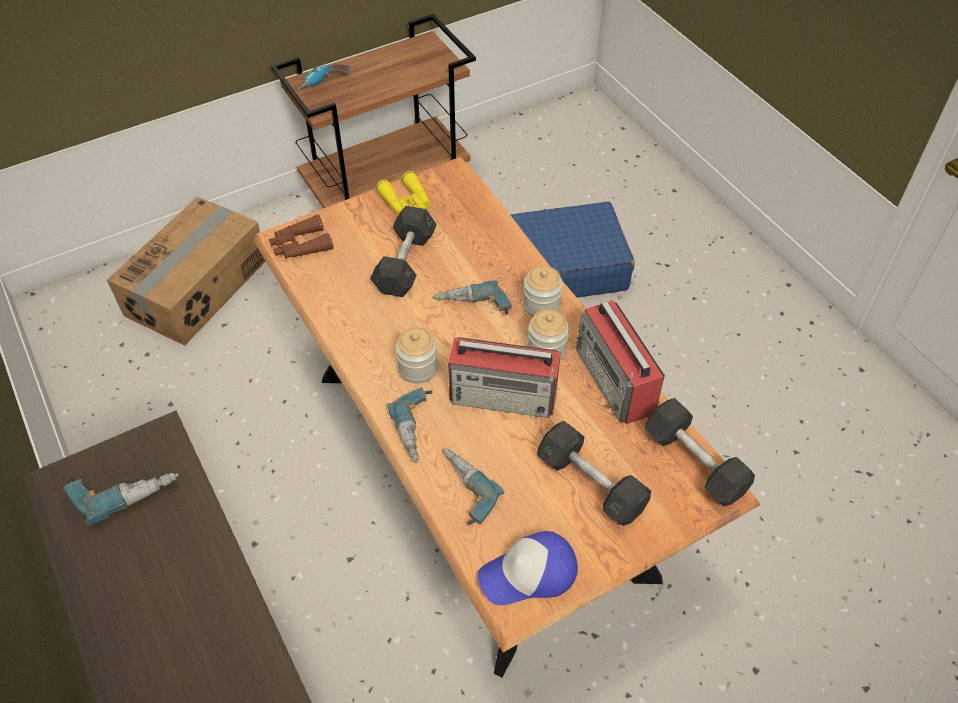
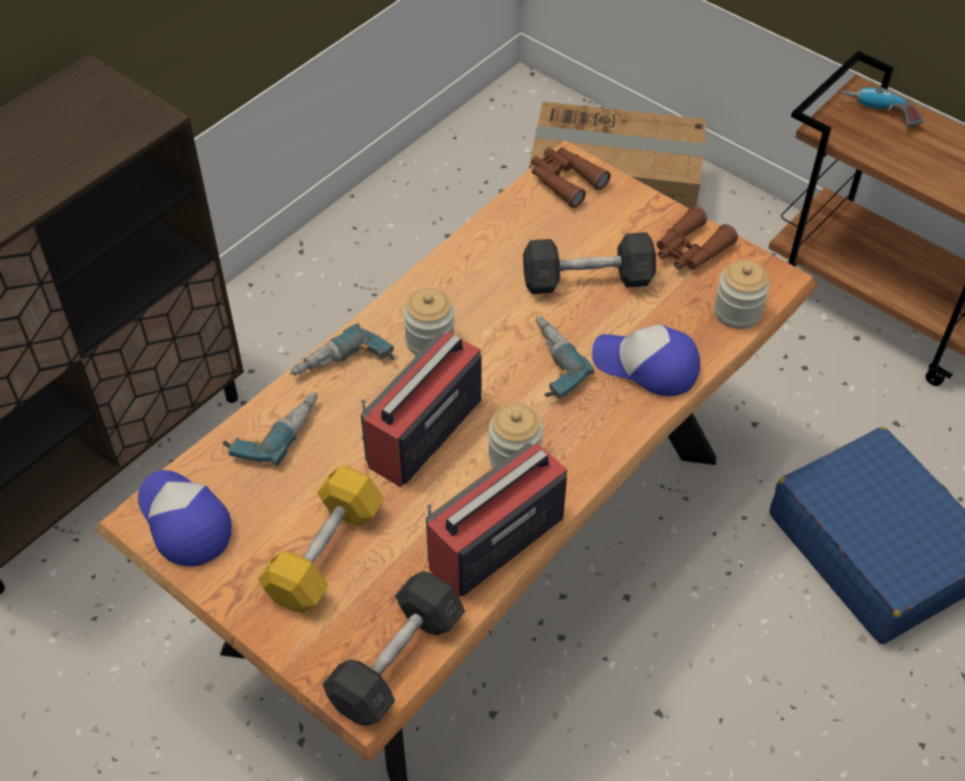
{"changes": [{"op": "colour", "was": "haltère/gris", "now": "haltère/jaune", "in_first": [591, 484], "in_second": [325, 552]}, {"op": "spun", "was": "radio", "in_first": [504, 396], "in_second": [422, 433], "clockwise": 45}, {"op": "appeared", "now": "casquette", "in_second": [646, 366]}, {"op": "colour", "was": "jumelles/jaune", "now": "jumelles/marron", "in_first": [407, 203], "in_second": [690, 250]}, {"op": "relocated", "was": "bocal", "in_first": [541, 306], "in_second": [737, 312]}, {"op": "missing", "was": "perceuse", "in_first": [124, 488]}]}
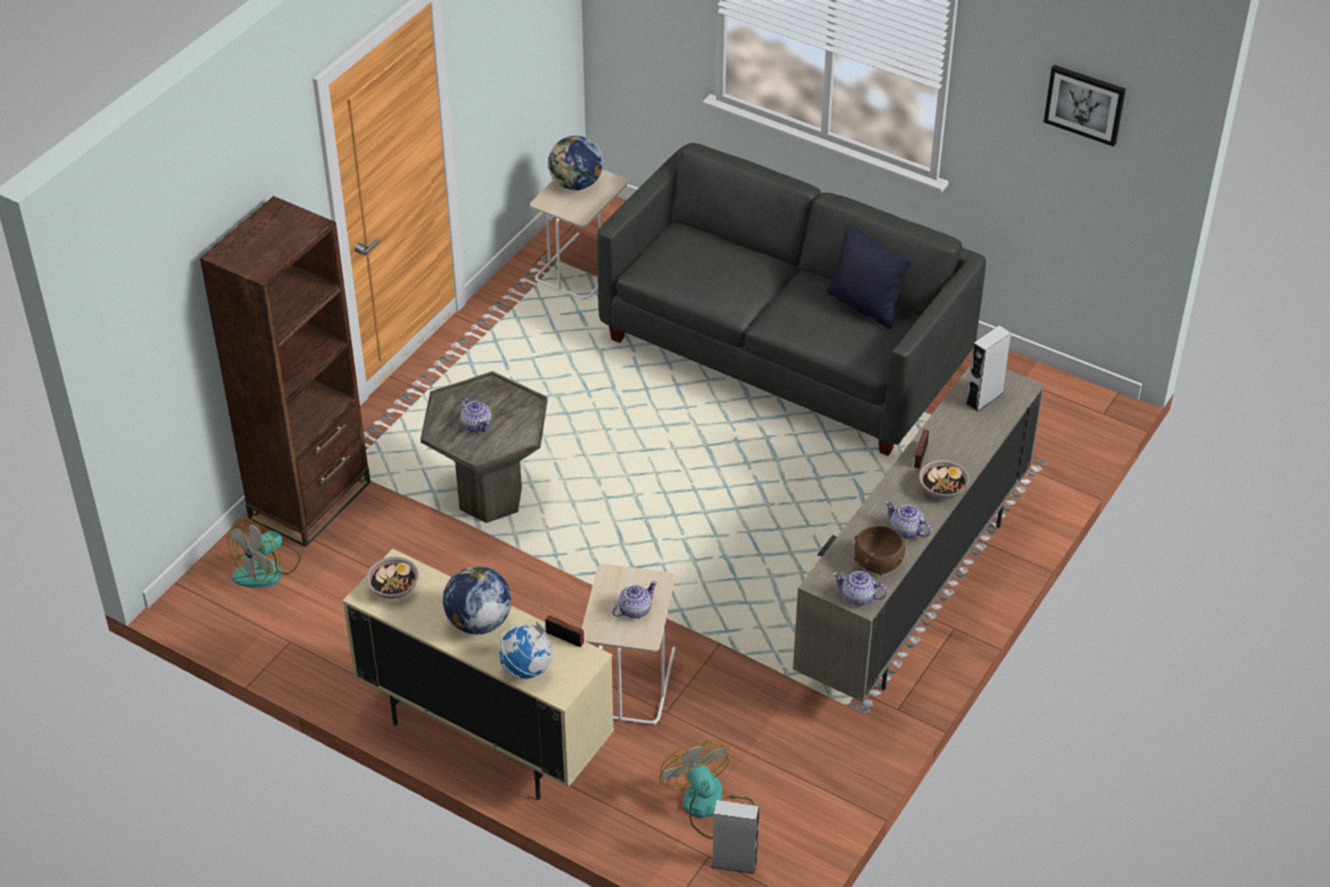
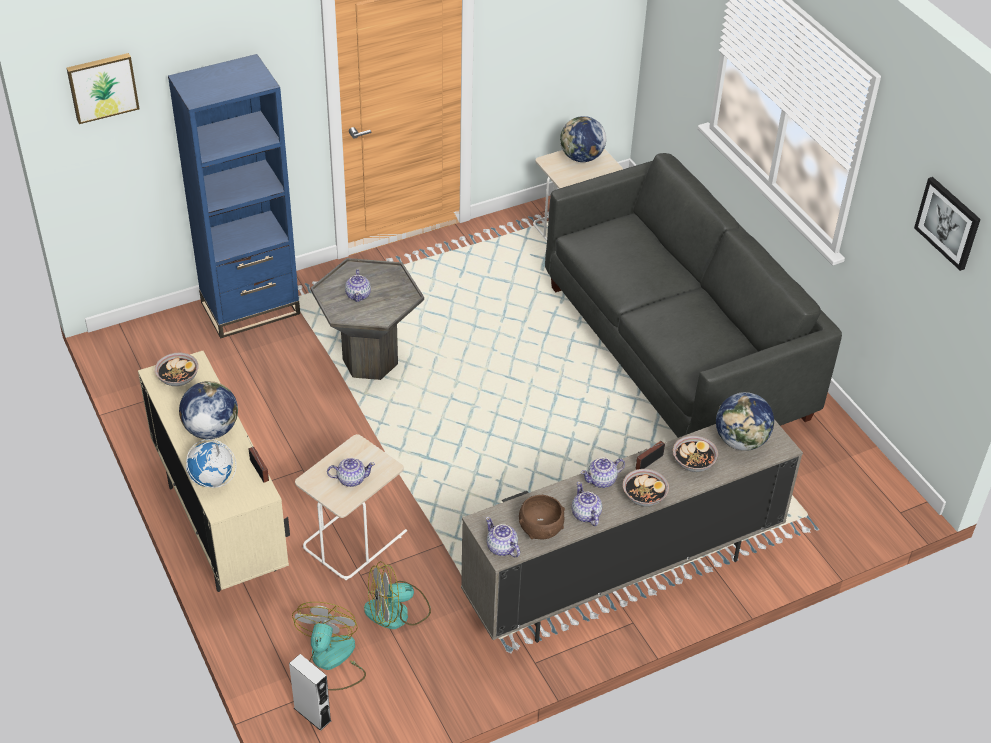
{"changes": [{"op": "appeared", "now": "tableau", "in_second": [102, 86]}, {"op": "colour", "was": "bibliothèque/marron", "now": "bibliothèque/bleu", "in_first": [310, 500], "in_second": [250, 308]}, {"op": "relocated", "was": "ventilateur", "in_first": [267, 569], "in_second": [397, 611]}, {"op": "appeared", "now": "théière", "in_second": [602, 480]}, {"op": "appeared", "now": "bol", "in_second": [693, 462]}, {"op": "exchanged", "was": "enceinte/gris", "now": "globe", "in_first": [984, 398], "in_second": [741, 441]}, {"op": "missing", "was": "coussin/noir", "in_first": [865, 305]}]}
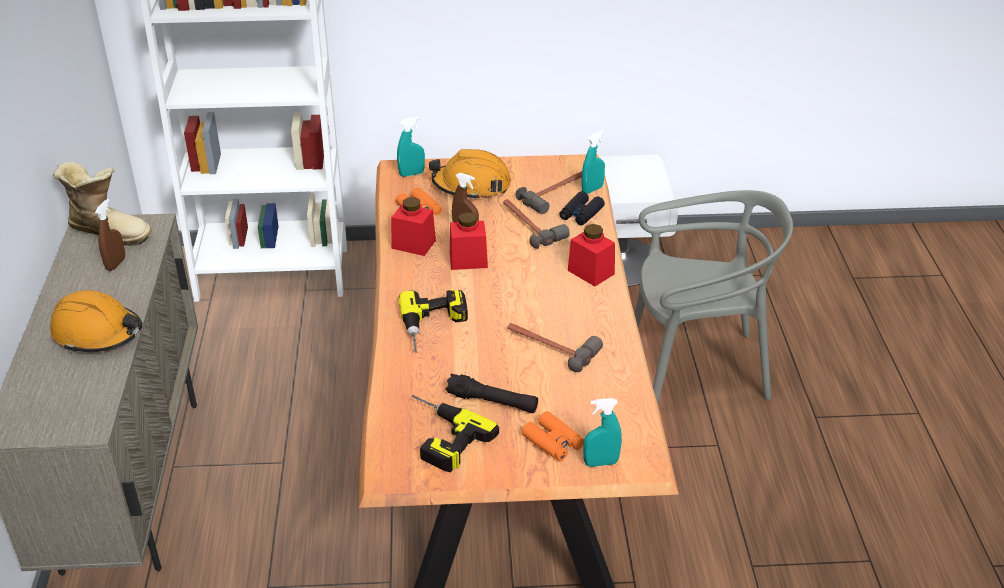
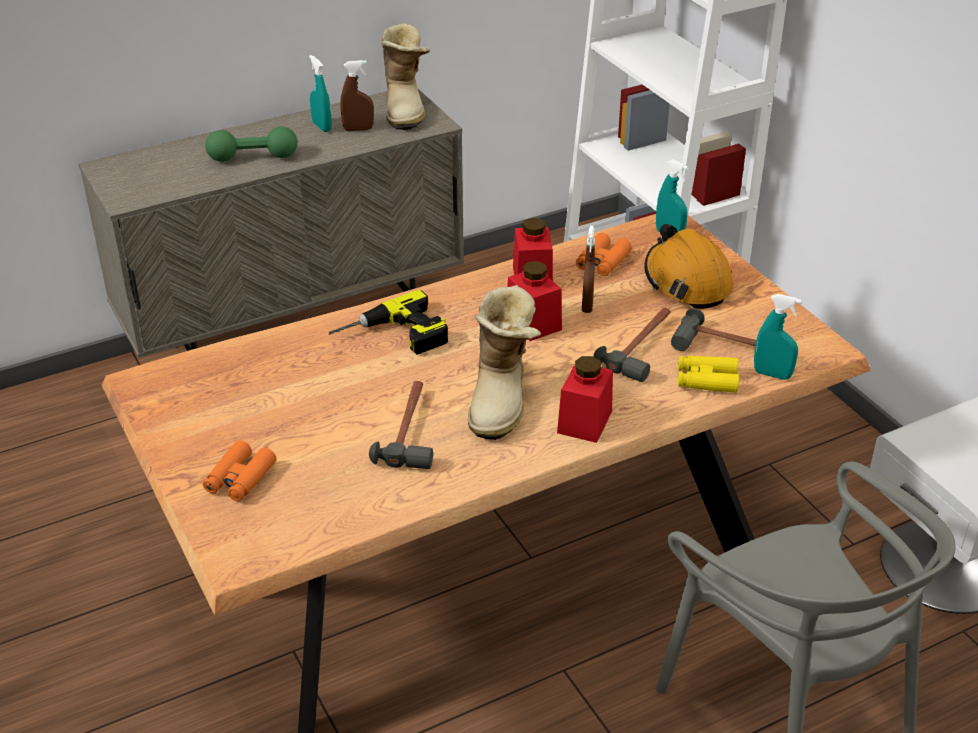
{"changes": [{"op": "exchanged", "was": "casque de chantier/orange", "now": "haltère/vert", "in_first": [98, 333], "in_second": [253, 157]}, {"op": "relocated", "was": "vaporisateur/turquoise", "in_first": [601, 463], "in_second": [322, 127]}, {"op": "appeared", "now": "botte", "in_second": [502, 399]}, {"op": "colour", "was": "jumelles/noir", "now": "jumelles/jaune", "in_first": [581, 214], "in_second": [706, 380]}, {"op": "missing", "was": "perceuse", "in_first": [438, 436]}, {"op": "missing", "was": "lampe de poche/noir", "in_first": [492, 402]}]}
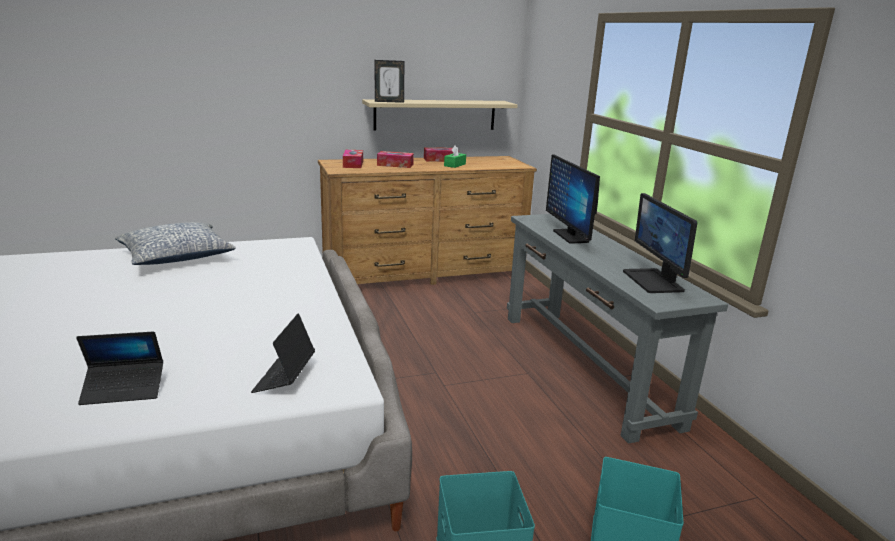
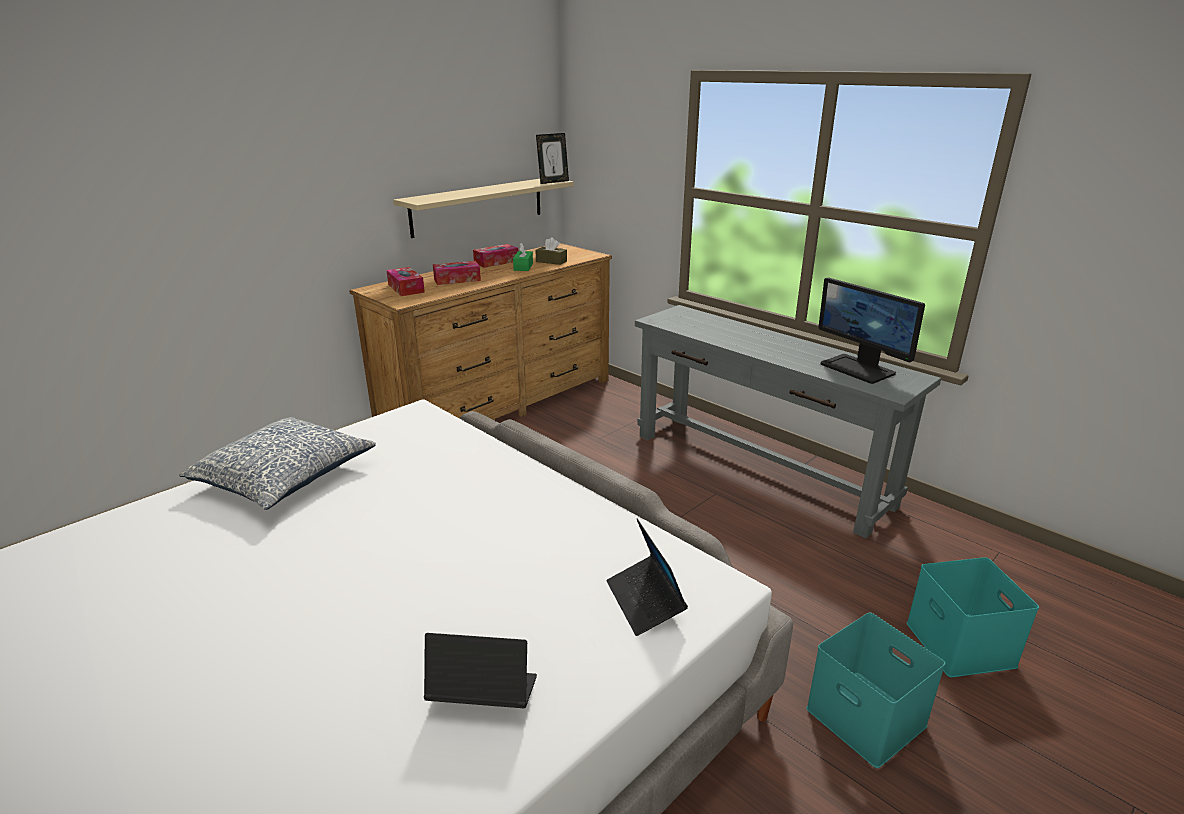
{"changes": [{"op": "spun", "was": "ordinateur portable", "in_first": [124, 389], "in_second": [483, 695], "clockwise": -135}, {"op": "appeared", "now": "boîte à mouchoirs/marron", "in_second": [551, 261]}, {"op": "relocated", "was": "cadre photo", "in_first": [389, 101], "in_second": [553, 182]}, {"op": "missing", "was": "écran d'ordinateur", "in_first": [570, 236]}]}
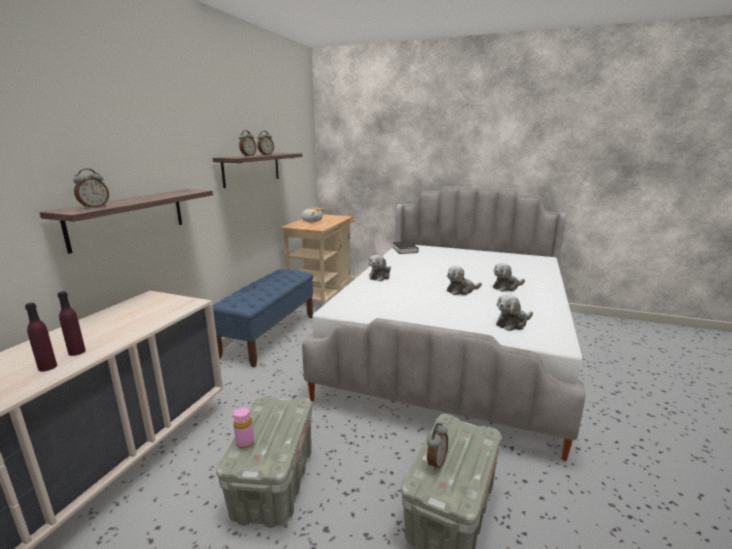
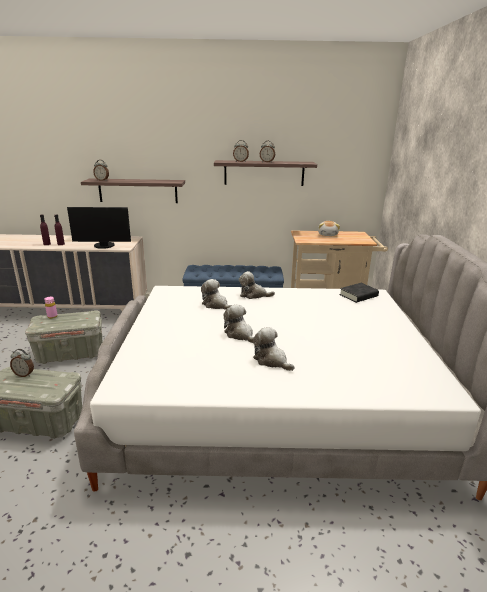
{"changes": [{"op": "appeared", "now": "écran d'ordinateur", "in_second": [103, 246]}, {"op": "relocated", "was": "peluche", "in_first": [512, 323], "in_second": [216, 305]}]}
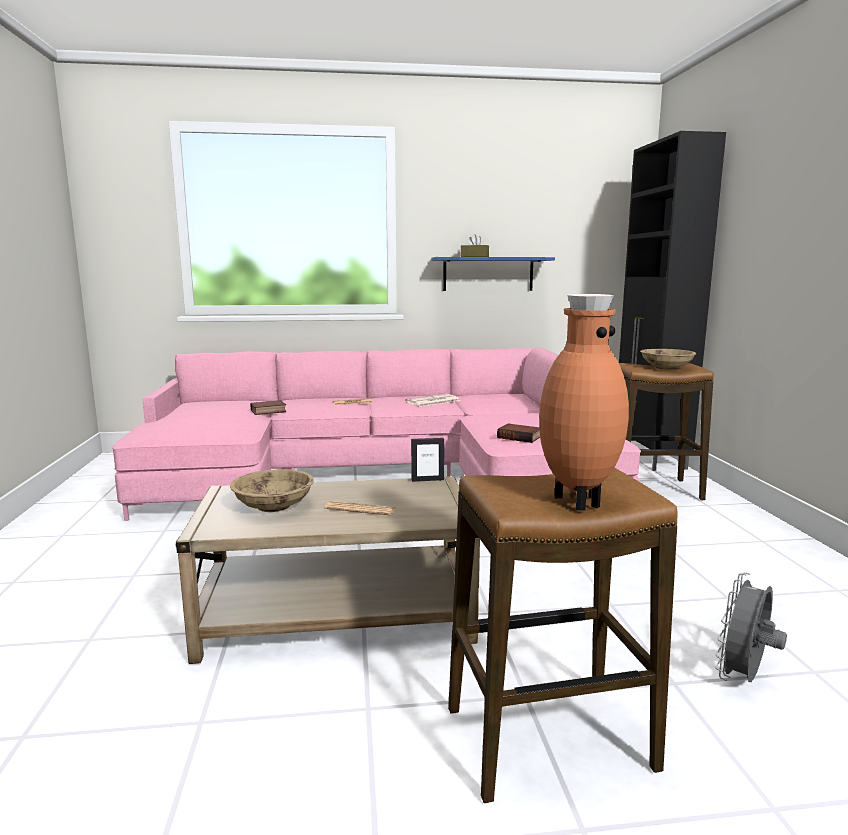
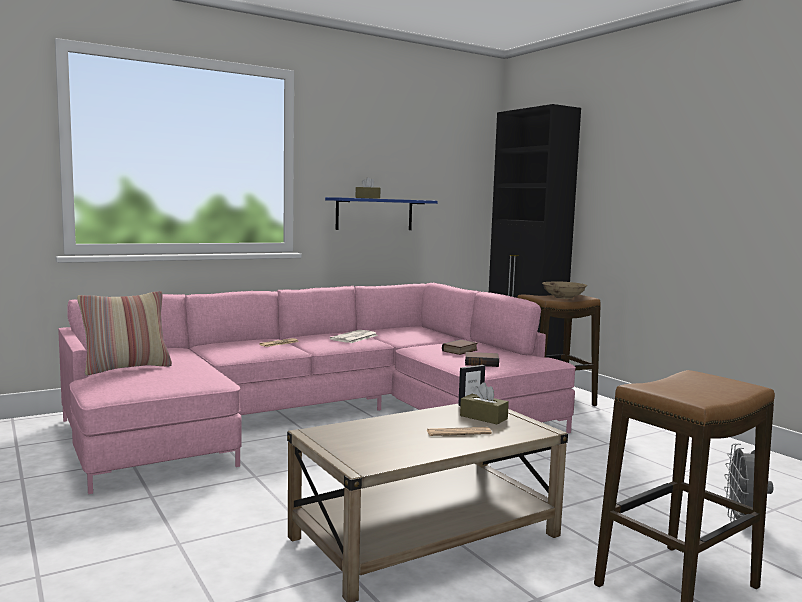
{"changes": [{"op": "appeared", "now": "coussin", "in_second": [126, 368]}, {"op": "relocated", "was": "livre", "in_first": [268, 411], "in_second": [460, 351]}, {"op": "appeared", "now": "boîte à mouchoirs/marron", "in_second": [483, 417]}, {"op": "missing", "was": "bol/beige", "in_first": [274, 506]}, {"op": "missing", "was": "vase/marron", "in_first": [576, 501]}]}
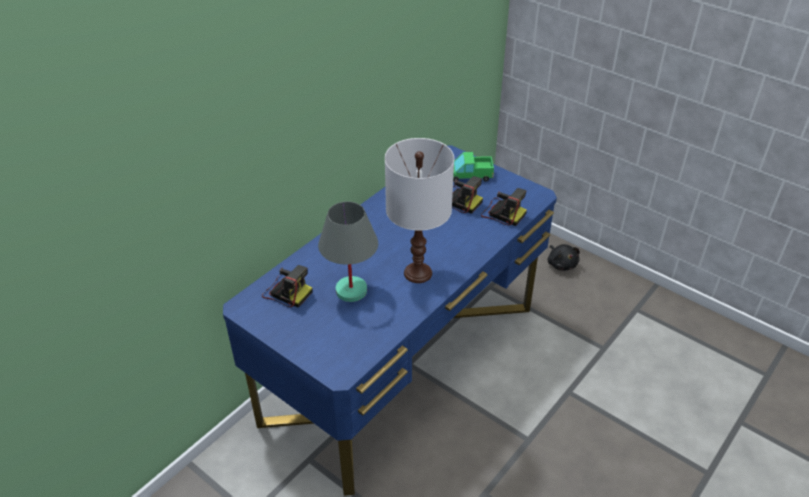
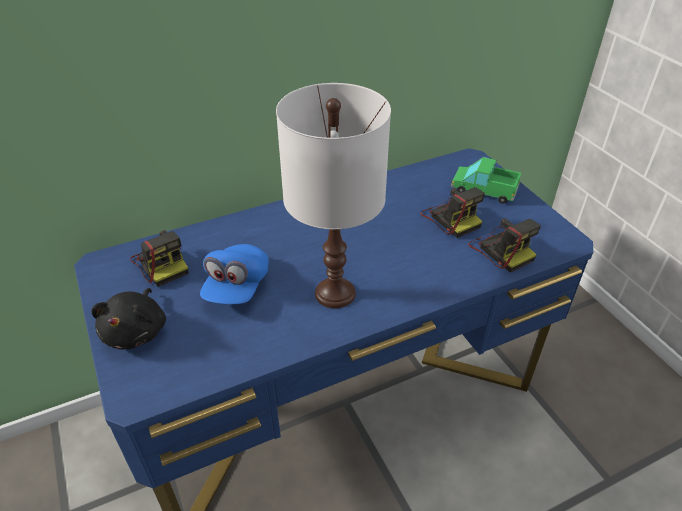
{"changes": [{"op": "relocated", "was": "peluche/noir", "in_first": [561, 264], "in_second": [137, 331]}, {"op": "exchanged", "was": "lampe de table/gris", "now": "casquette/bleu", "in_first": [352, 290], "in_second": [237, 287]}]}
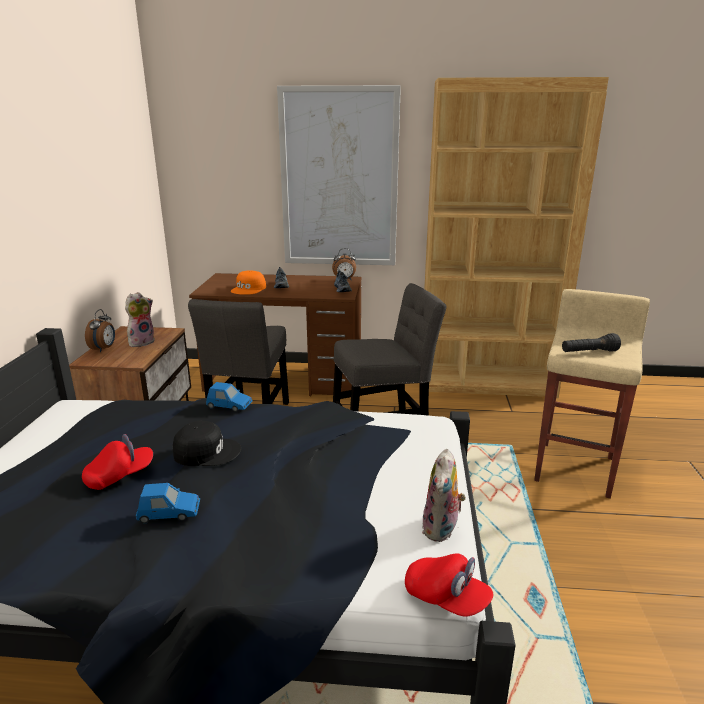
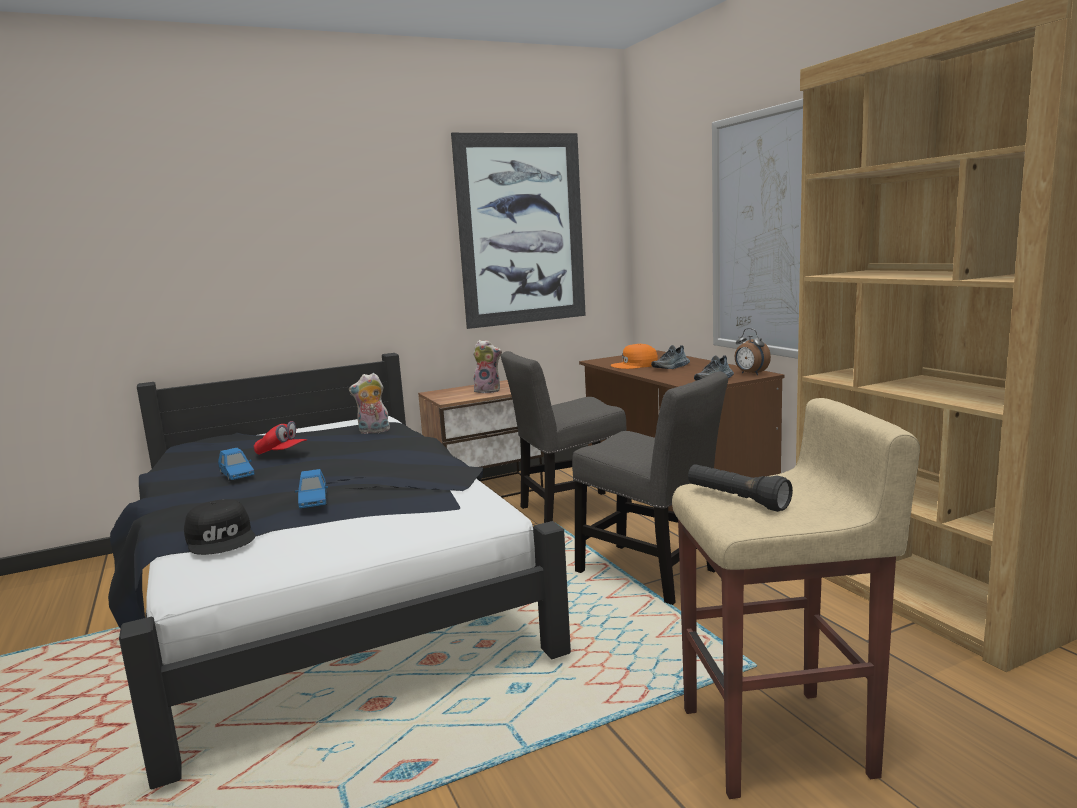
{"changes": [{"op": "relocated", "was": "casquette/noir", "in_first": [206, 451], "in_second": [222, 538]}, {"op": "relocated", "was": "petite voiture/bleu", "in_first": [229, 405], "in_second": [313, 501]}, {"op": "relocated", "was": "peluche", "in_first": [442, 529], "in_second": [373, 431]}, {"op": "appeared", "now": "tableau", "in_second": [521, 230]}, {"op": "missing", "was": "réveil", "in_first": [104, 349]}, {"op": "missing", "was": "casquette/rouge", "in_first": [446, 598]}]}
